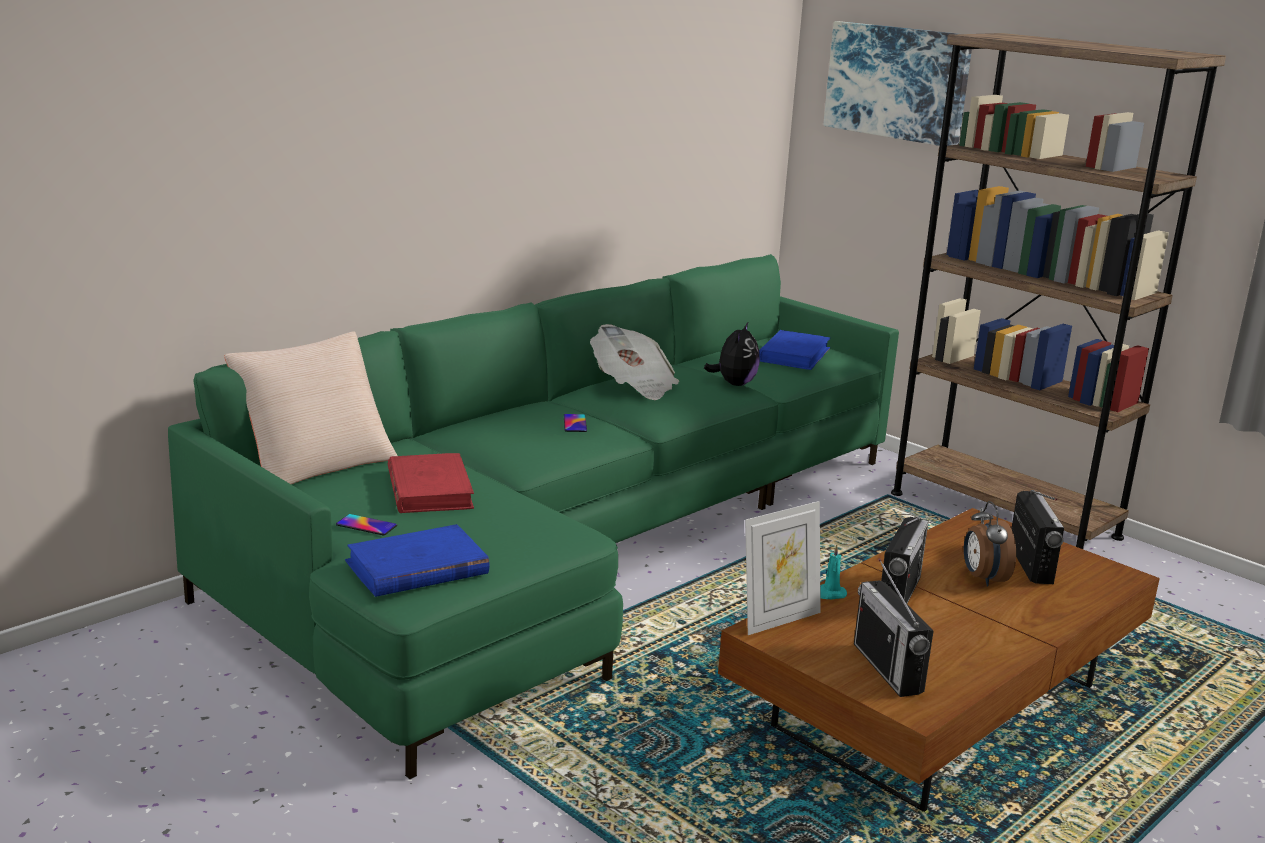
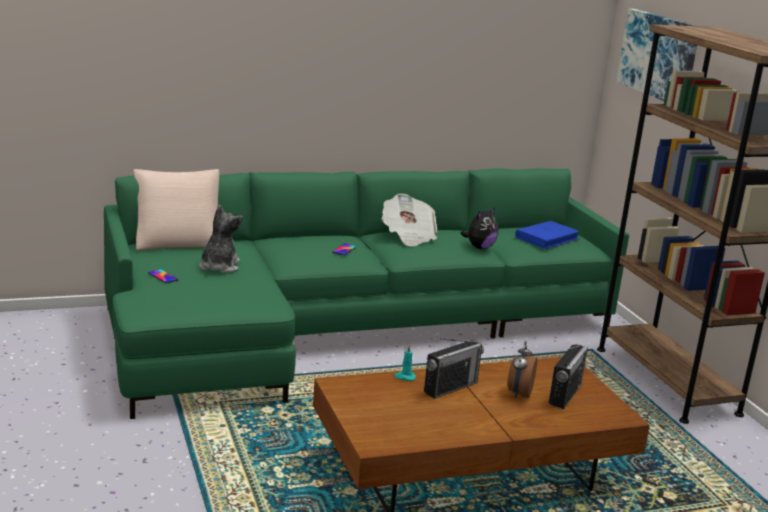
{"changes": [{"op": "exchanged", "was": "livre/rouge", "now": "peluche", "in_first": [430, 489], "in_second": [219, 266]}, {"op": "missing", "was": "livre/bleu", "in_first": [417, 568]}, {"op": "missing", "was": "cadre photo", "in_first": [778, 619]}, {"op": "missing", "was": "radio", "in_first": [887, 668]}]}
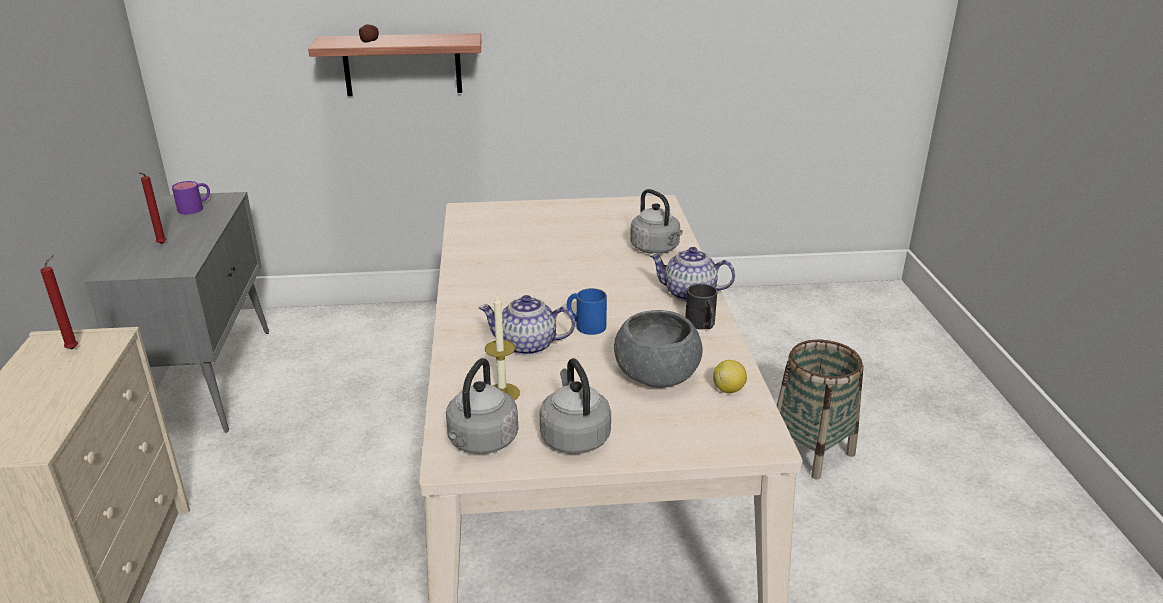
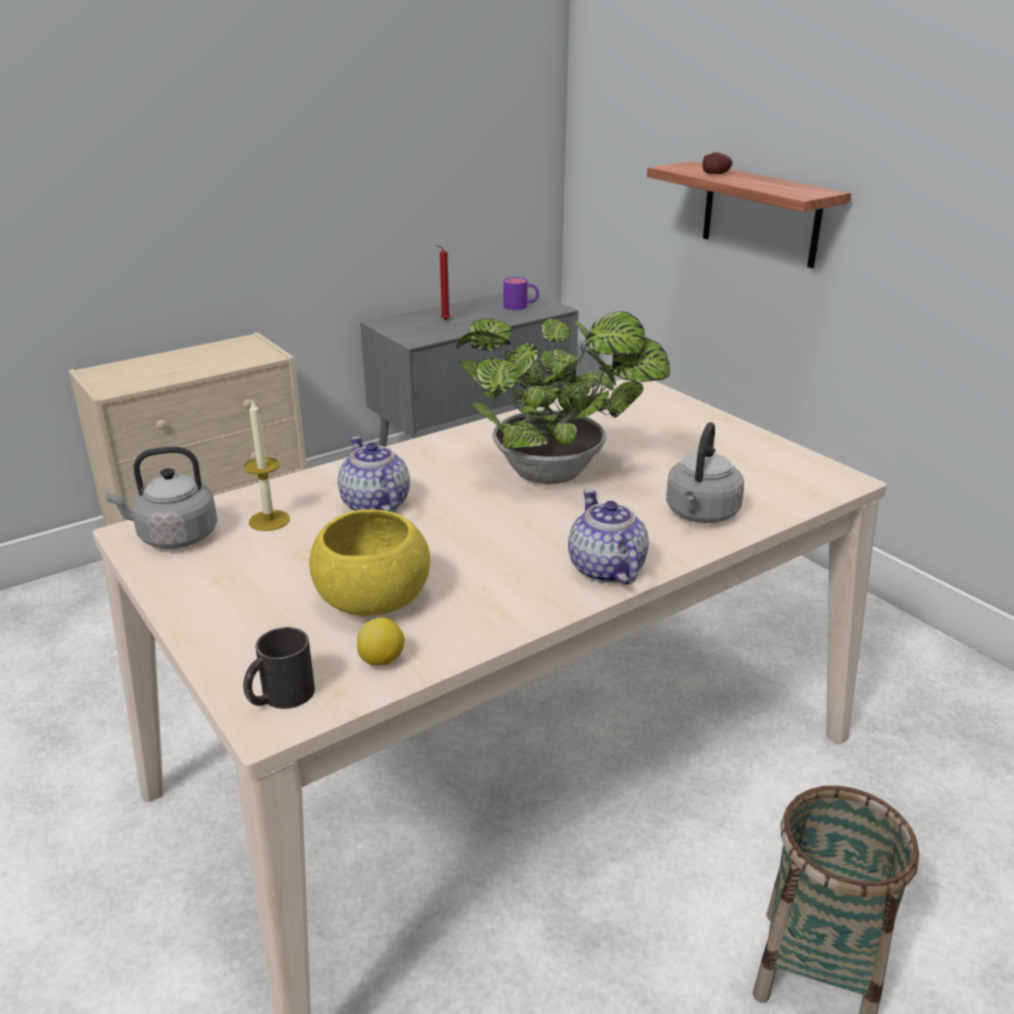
{"changes": [{"op": "relocated", "was": "mug/noir", "in_first": [702, 325], "in_second": [279, 697]}, {"op": "colour", "was": "bol/gris", "now": "bol/jaune", "in_first": [656, 376], "in_second": [372, 600]}, {"op": "appeared", "now": "plante en pot", "in_second": [556, 474]}, {"op": "missing", "was": "bougie/rouge", "in_first": [74, 348]}, {"op": "missing", "was": "bouilloire/gris", "in_first": [574, 436]}, {"op": "missing", "was": "mug/bleu", "in_first": [585, 325]}]}
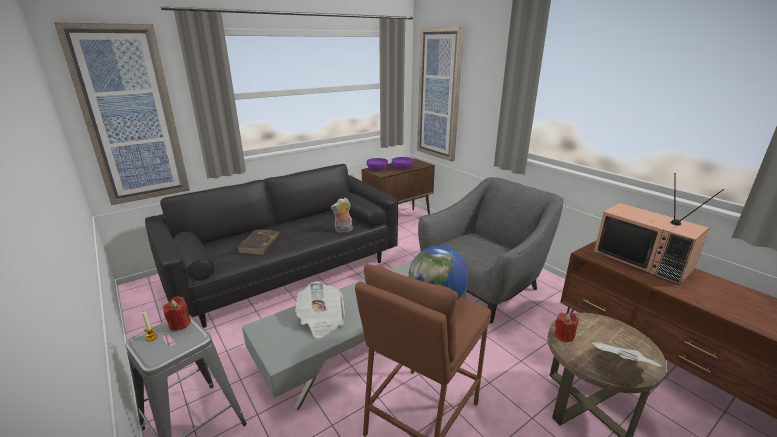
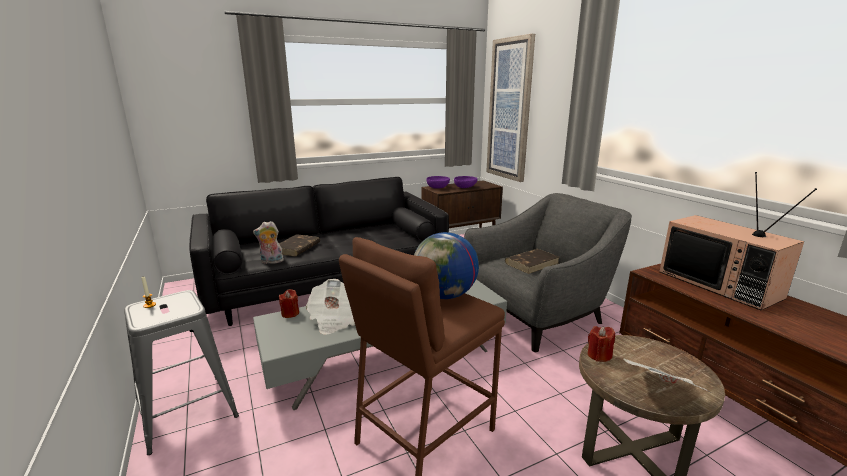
{"changes": [{"op": "relocated", "was": "peluche", "in_first": [343, 230], "in_second": [271, 262]}, {"op": "relocated", "was": "bougie/rouge", "in_first": [180, 324], "in_second": [290, 313]}, {"op": "appeared", "now": "livre/marron", "in_second": [532, 263]}, {"op": "missing", "was": "tableau", "in_first": [130, 117]}]}
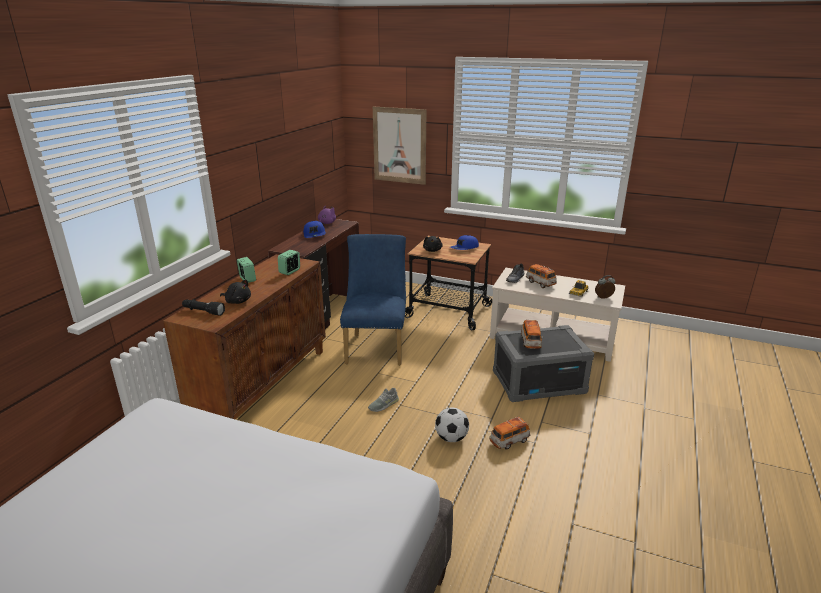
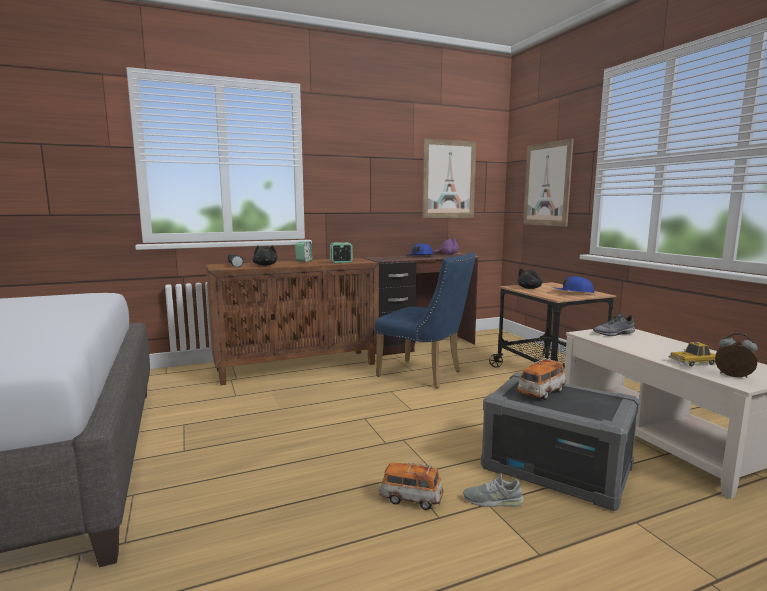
{"changes": [{"op": "spun", "was": "chaise/bleu", "in_first": [376, 346], "in_second": [425, 375], "clockwise": 75}, {"op": "appeared", "now": "tableau", "in_second": [449, 179]}, {"op": "relocated", "was": "chaussure/gris", "in_first": [383, 404], "in_second": [493, 500]}, {"op": "missing", "was": "ballon de foot", "in_first": [451, 438]}, {"op": "missing", "was": "petite voiture", "in_first": [540, 283]}]}
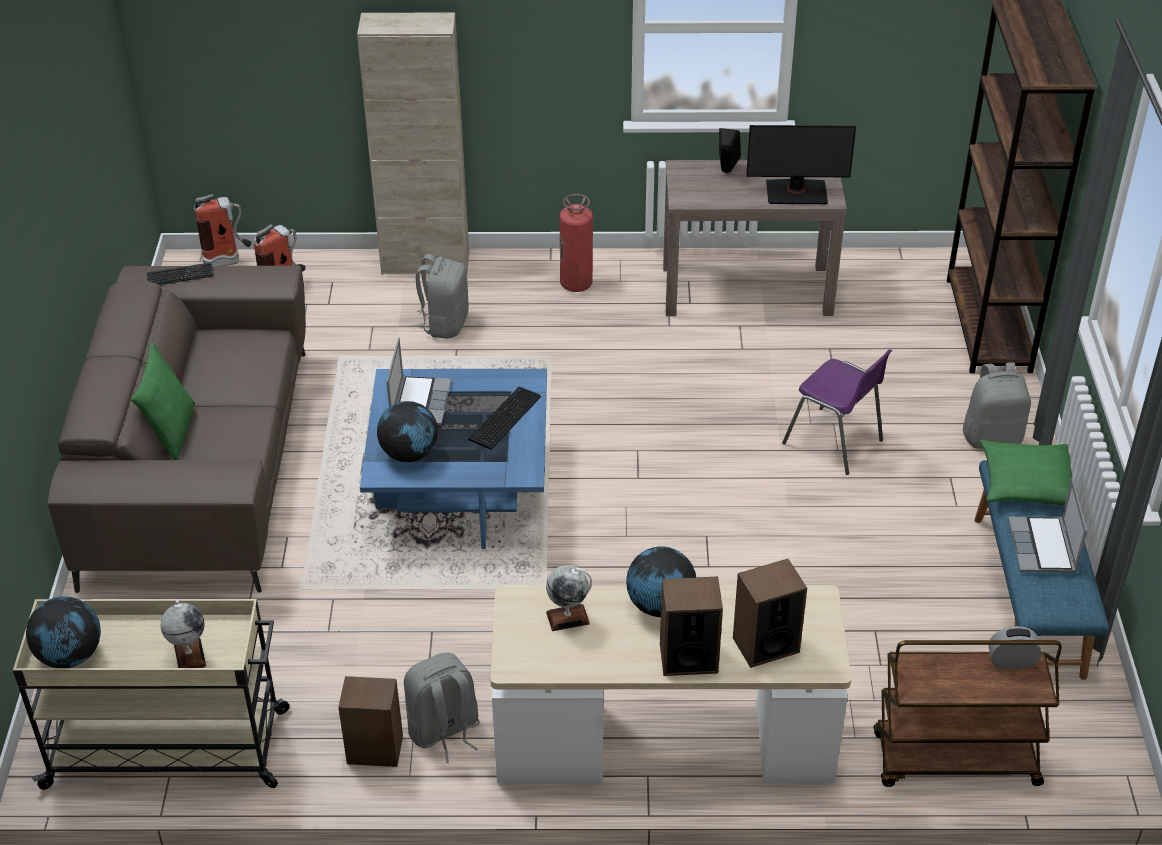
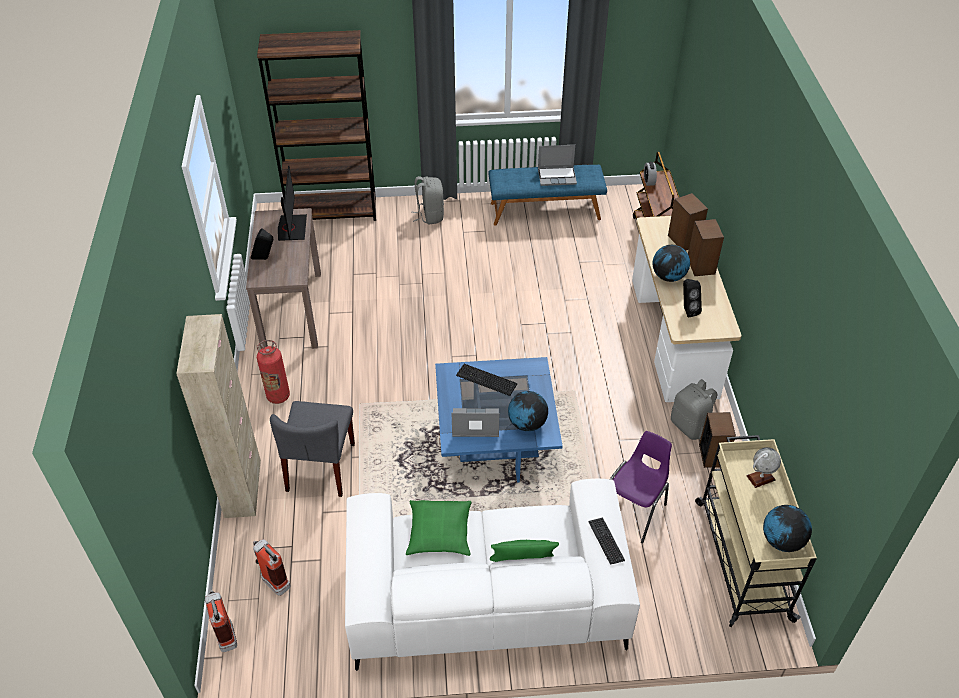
{"changes": [{"op": "exchanged", "was": "sac à dos/gris", "now": "chaise/gris", "in_first": [444, 323], "in_second": [321, 467]}, {"op": "colour", "was": "canapé/marron", "now": "canapé/blanc", "in_first": [201, 464], "in_second": [486, 597]}, {"op": "relocated", "was": "coussin/vert", "in_first": [1025, 482], "in_second": [439, 533]}, {"op": "relocated", "was": "clavier", "in_first": [180, 276], "in_second": [606, 541]}, {"op": "relocated", "was": "chaise/violet", "in_first": [835, 443], "in_second": [634, 511]}, {"op": "exchanged", "was": "globe", "now": "enceinte/noir", "in_first": [568, 618], "in_second": [687, 310]}]}
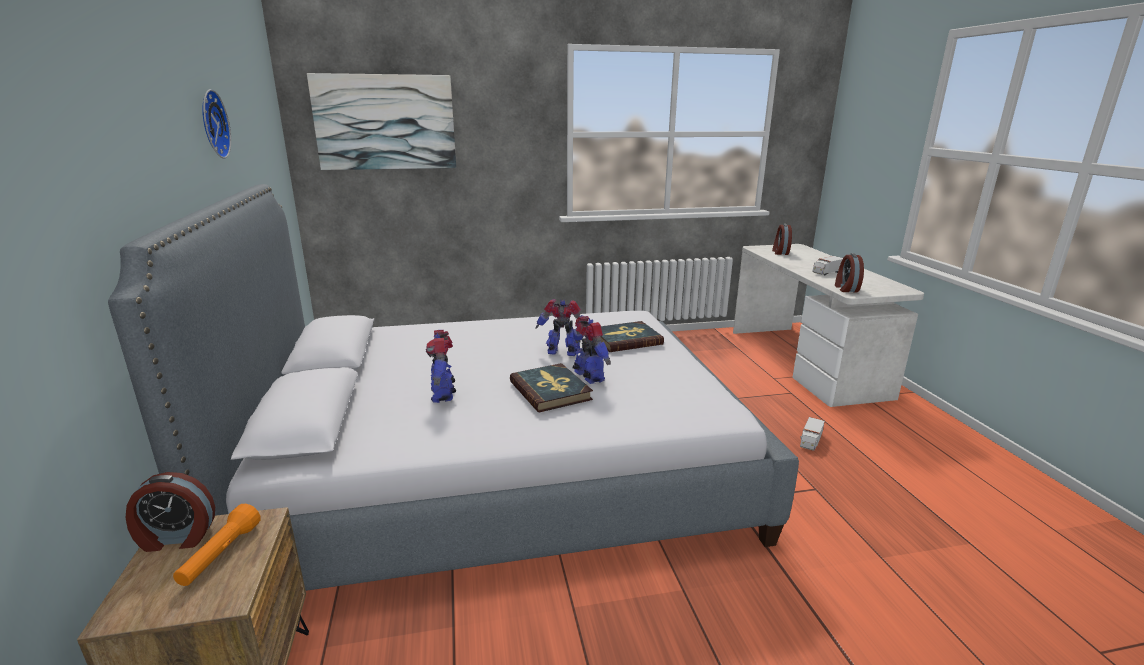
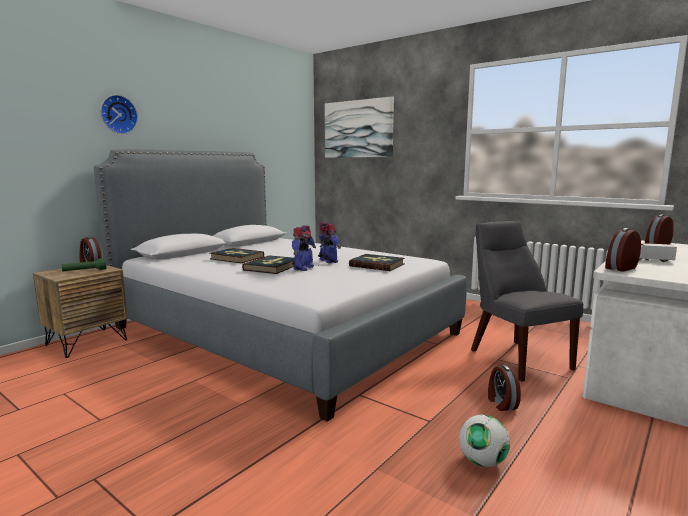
{"changes": [{"op": "colour", "was": "lampe de poche/orange", "now": "lampe de poche/vert", "in_first": [220, 555], "in_second": [84, 271]}, {"op": "relocated", "was": "horloge murale", "in_first": [211, 124], "in_second": [118, 114]}, {"op": "exchanged", "was": "robot jouet", "now": "livre", "in_first": [443, 394], "in_second": [236, 258]}, {"op": "appeared", "now": "ballon de foot", "in_second": [482, 462]}, {"op": "appeared", "now": "chaise/gris", "in_second": [516, 358]}, {"op": "exchanged", "was": "camion jouet", "now": "réveil", "in_first": [810, 441], "in_second": [501, 403]}]}
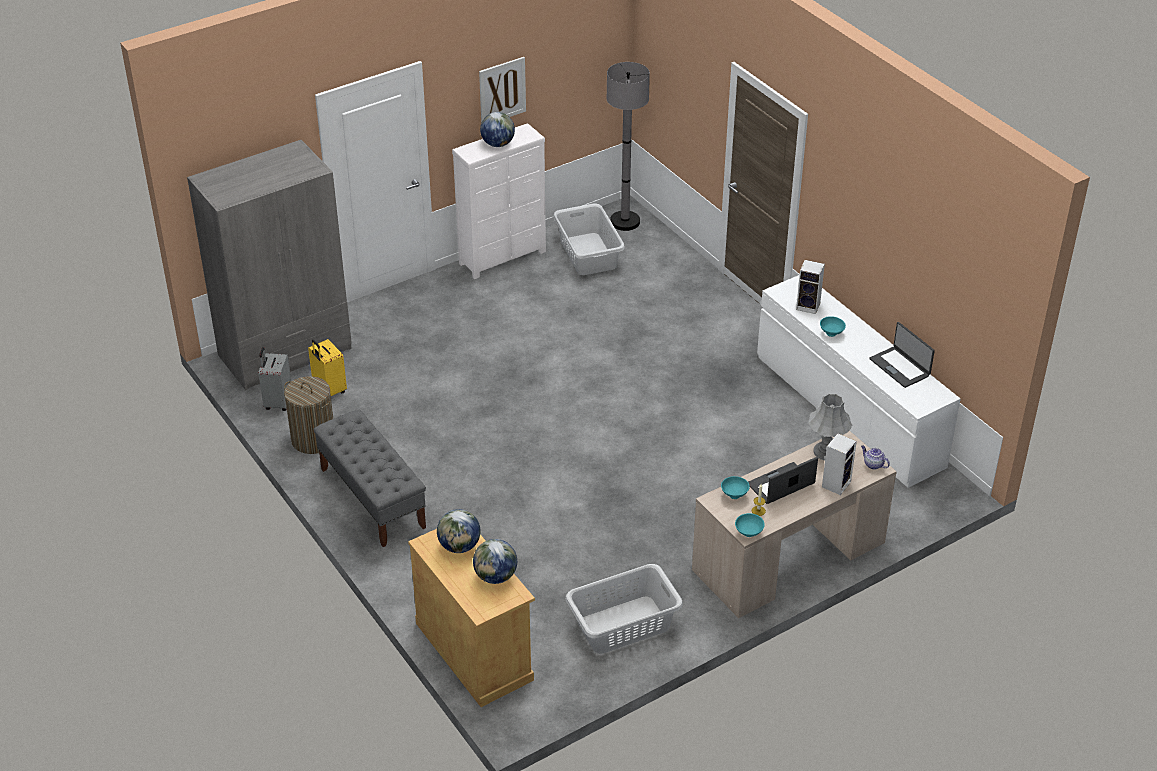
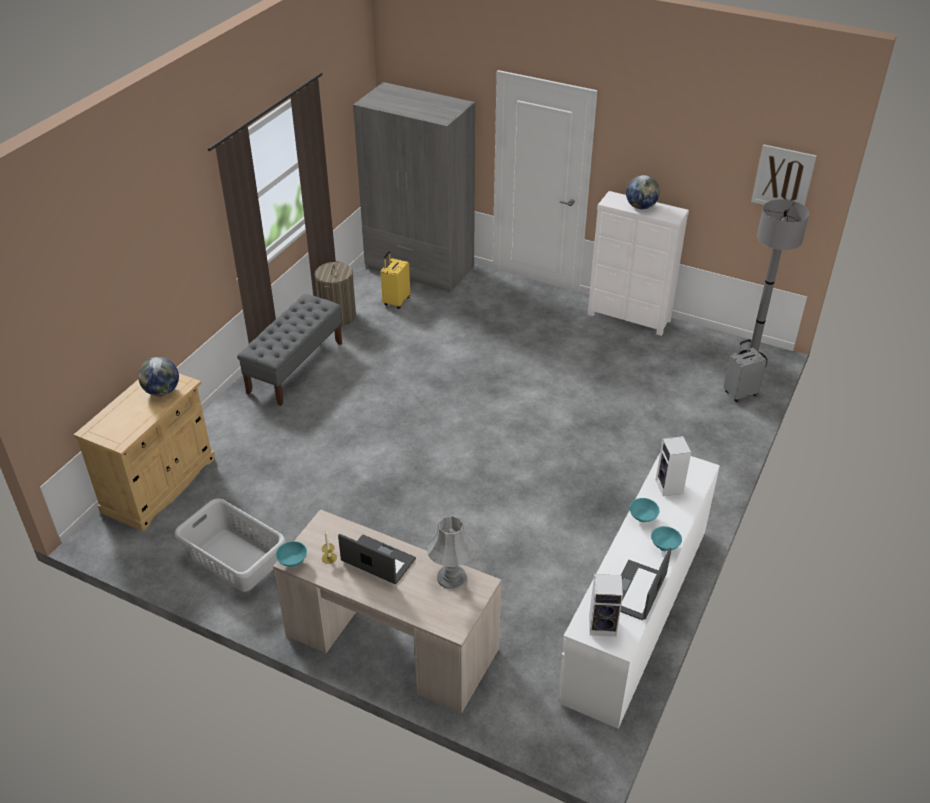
{"changes": [{"op": "relocated", "was": "enceinte", "in_first": [836, 483], "in_second": [604, 625]}, {"op": "relocated", "was": "bol/turquoise", "in_first": [733, 495], "in_second": [664, 546]}, {"op": "relocated", "was": "valise/gris", "in_first": [277, 402], "in_second": [740, 393]}, {"op": "relocated", "was": "tableau", "in_first": [502, 91], "in_second": [783, 178]}, {"op": "missing", "was": "globe", "in_first": [495, 577]}, {"op": "missing", "was": "panier à linge/gris", "in_first": [588, 254]}, {"op": "missing", "was": "théière", "in_first": [873, 464]}]}
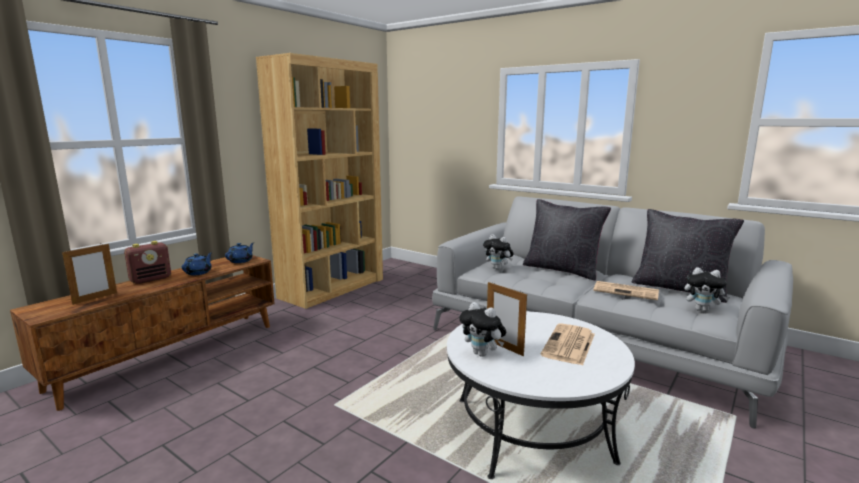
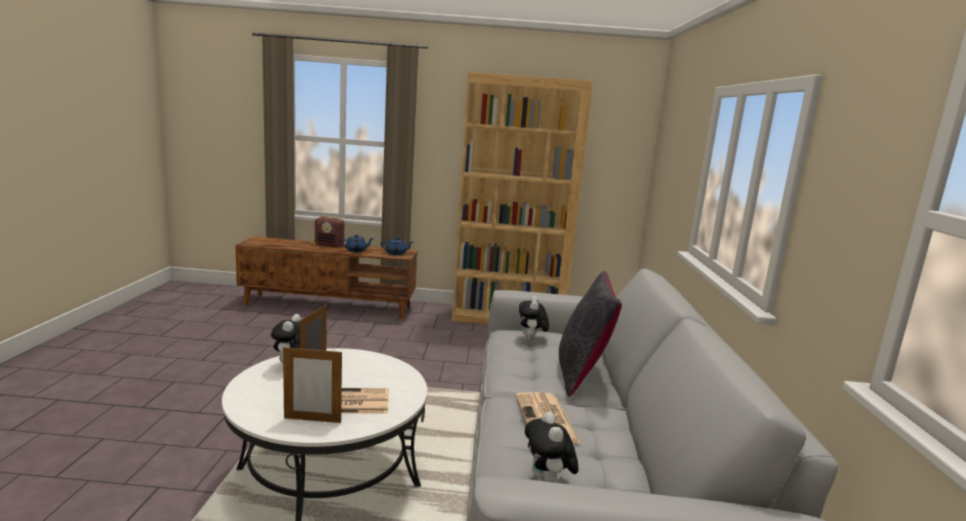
{"changes": [{"op": "relocated", "was": "cadre photo", "in_first": [95, 298], "in_second": [312, 420]}, {"op": "missing", "was": "coussin/noir", "in_first": [679, 289]}]}
